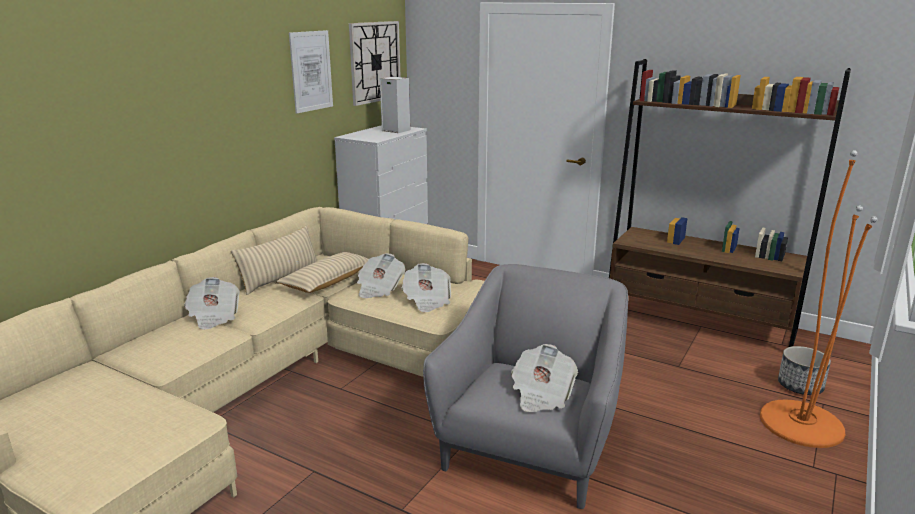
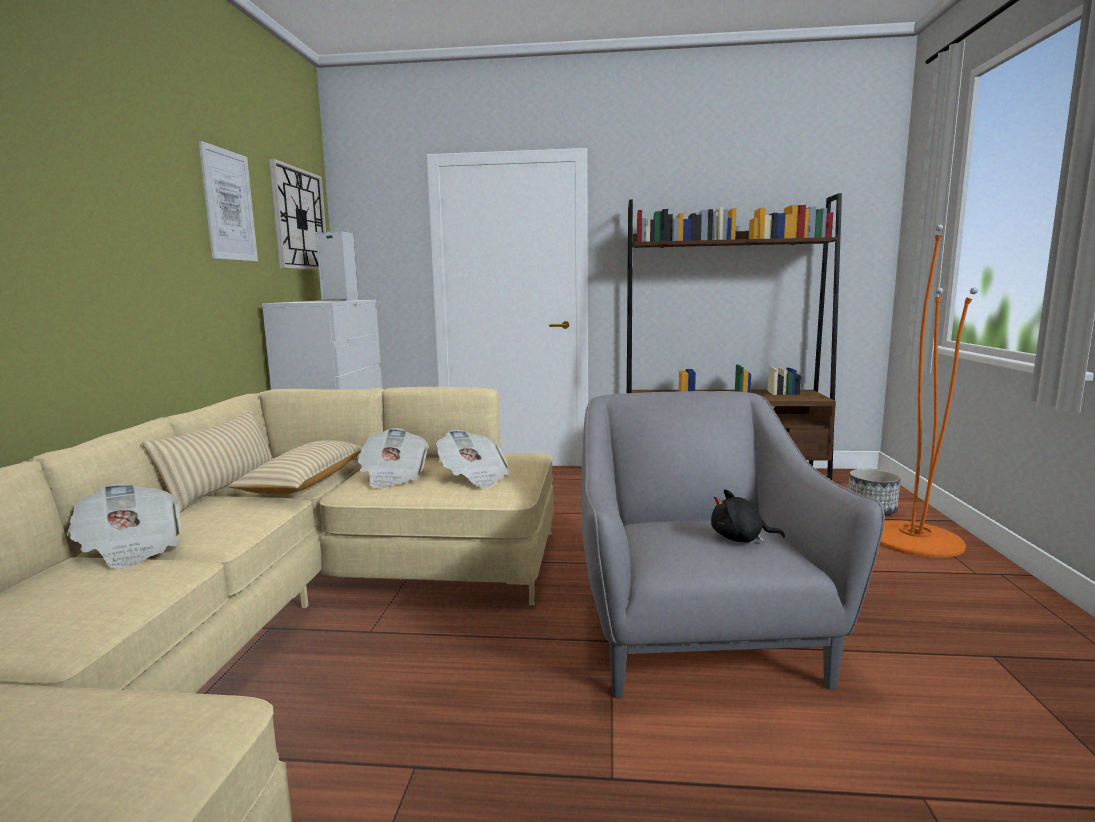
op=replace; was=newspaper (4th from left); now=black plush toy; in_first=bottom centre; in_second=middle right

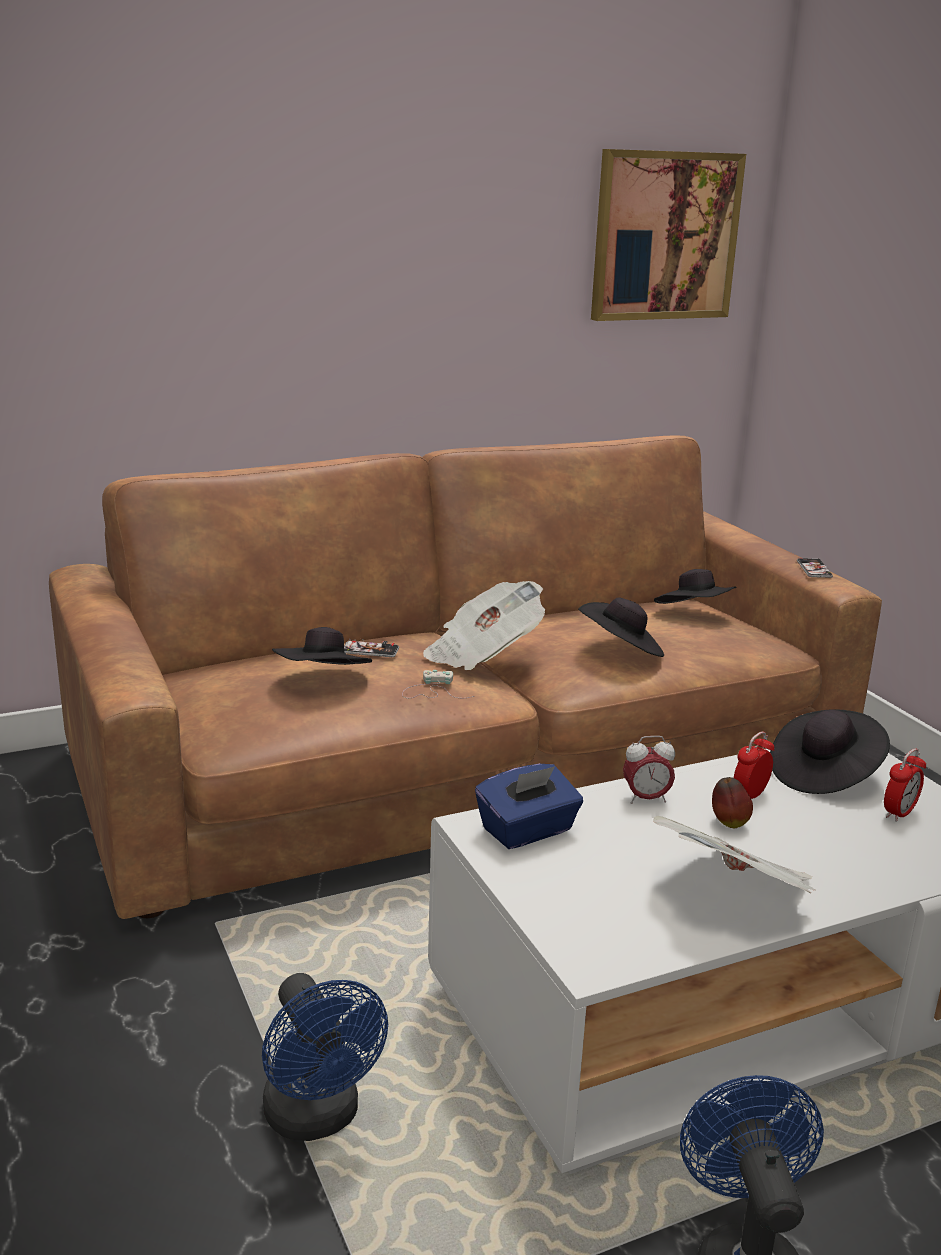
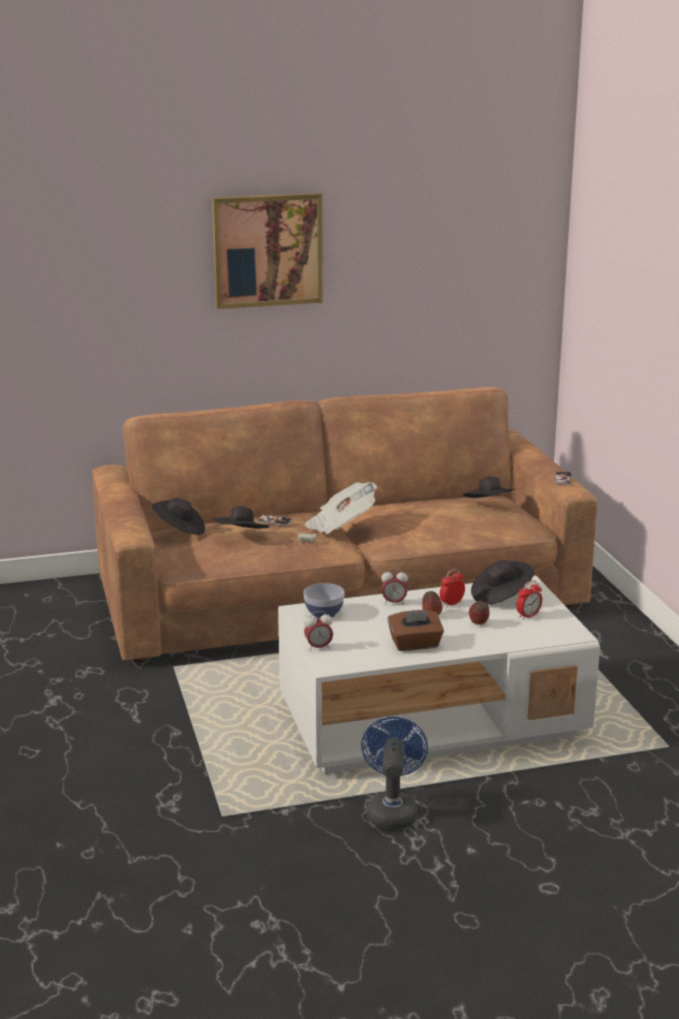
op=move; was=black hat (2nd from left in the first image); now=black hat (1st from left); in_first=centre; in_second=middle left
op=move; was=picture; in_first=top right; in_second=top centre
op=replace; was=blue tissue box; now=bowl; in_first=centre; in_second=centre
op=insert; now=alarm clock (1st from left); in_second=centre
op=replace; was=newspaper (2nd from left); now=brown tissue box; in_first=bottom right; in_second=centre
op=insert; now=apple (2nd from left); in_second=middle right
op=delete; was=blue fan (1st from left); in_first=bottom centre

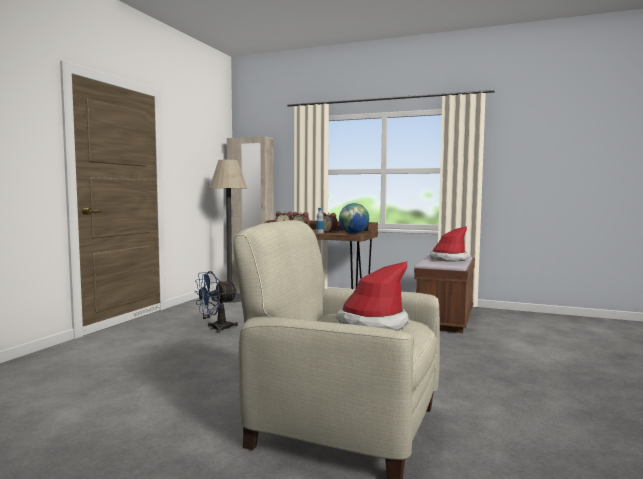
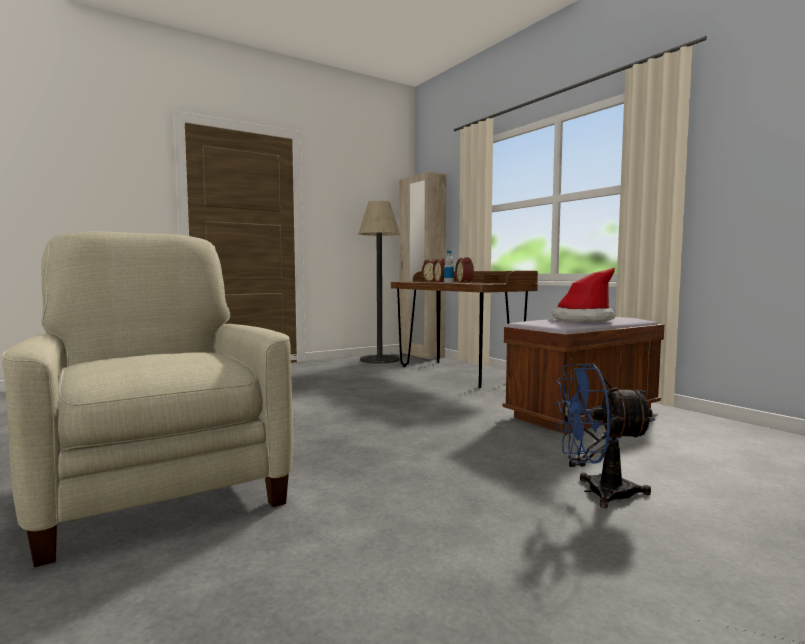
op=move; was=blue fan; in_first=centre; in_second=bottom right
op=delete; was=hat (1st from left); in_first=centre
op=delete; was=globe; in_first=centre

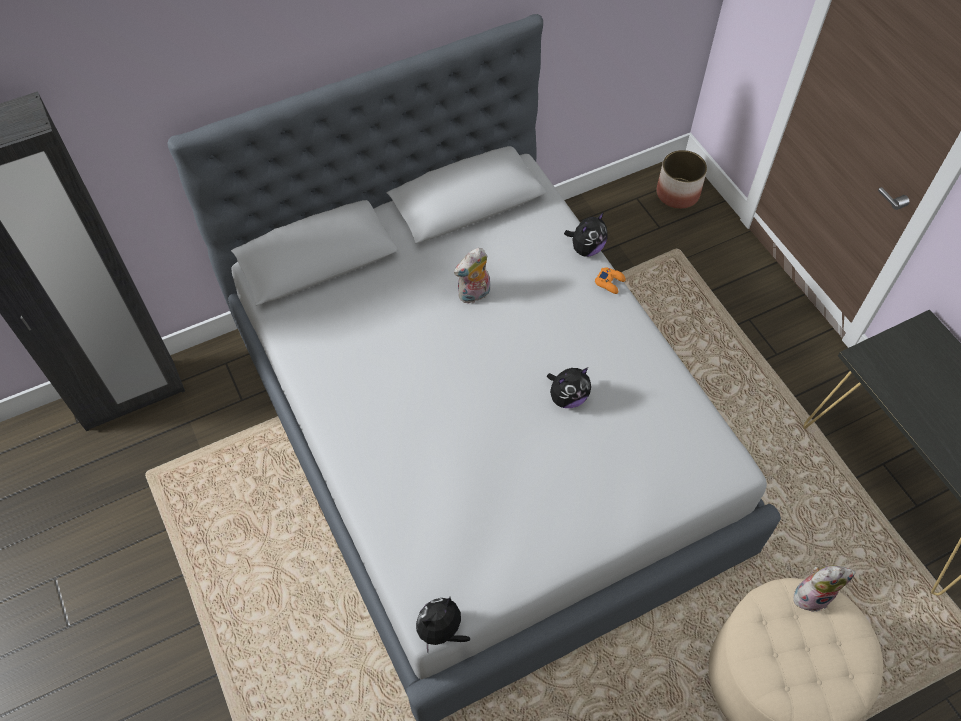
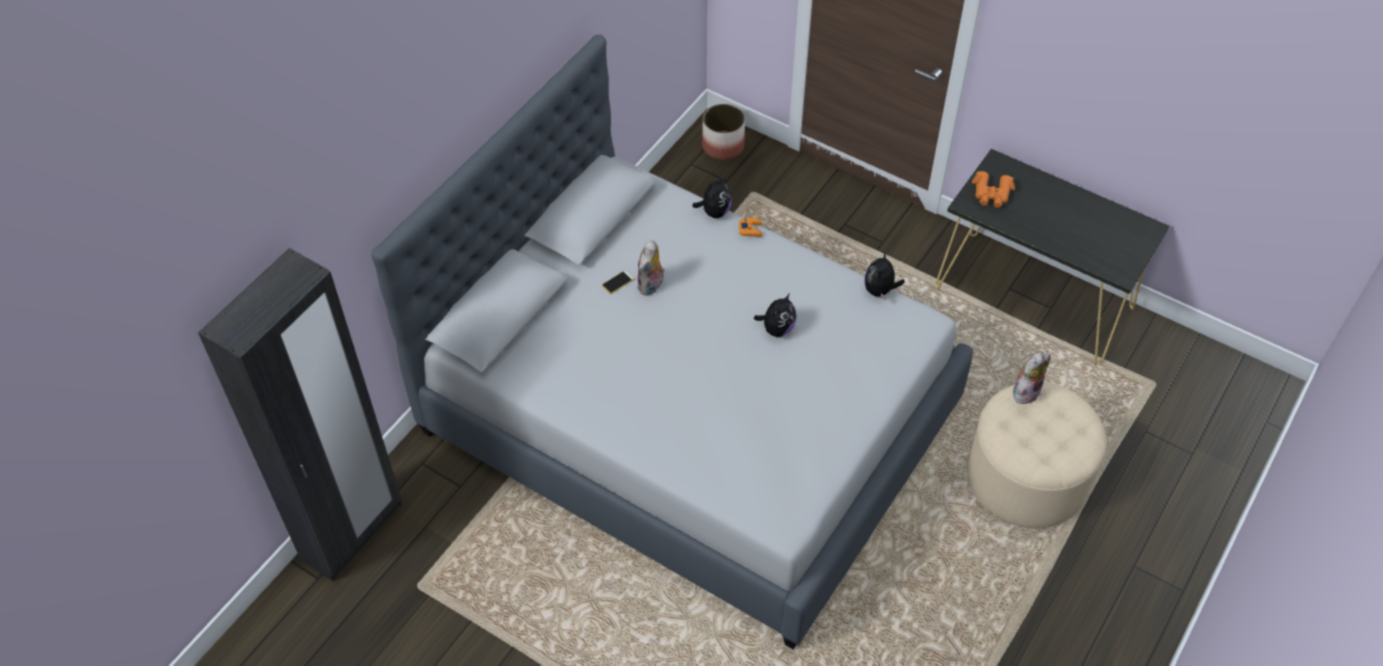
op=insert; now=phone; in_second=centre
op=move; was=plush toy (1st from left in the first image); now=plush toy (4th from left); in_first=bottom centre; in_second=centre
op=insert; now=orange binoculars; in_second=top right

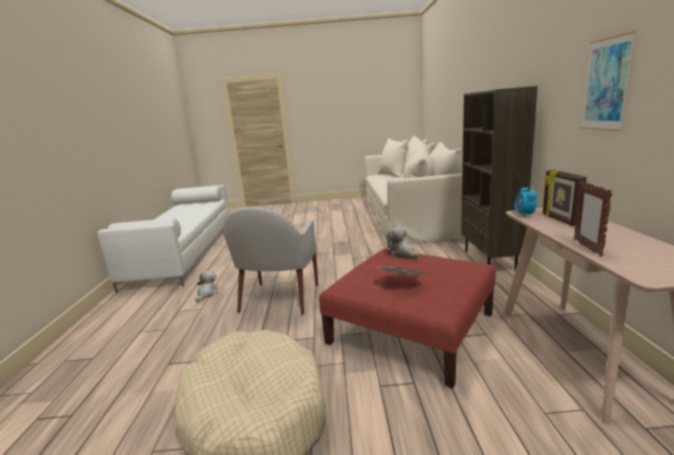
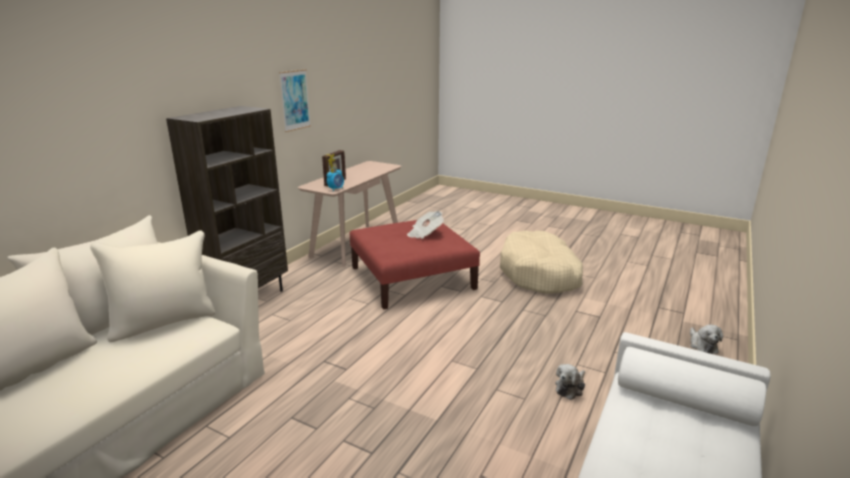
op=move; was=plush toy (2nd from left); in_first=centre; in_second=bottom right
op=delete; was=white armchair; in_first=centre
op=delete; was=picture frame (2nd from left); in_first=middle right

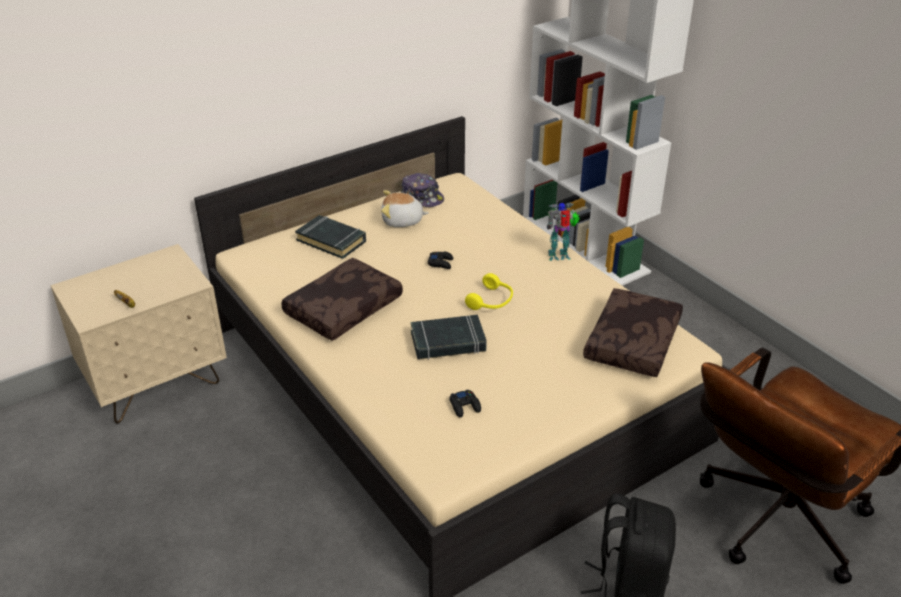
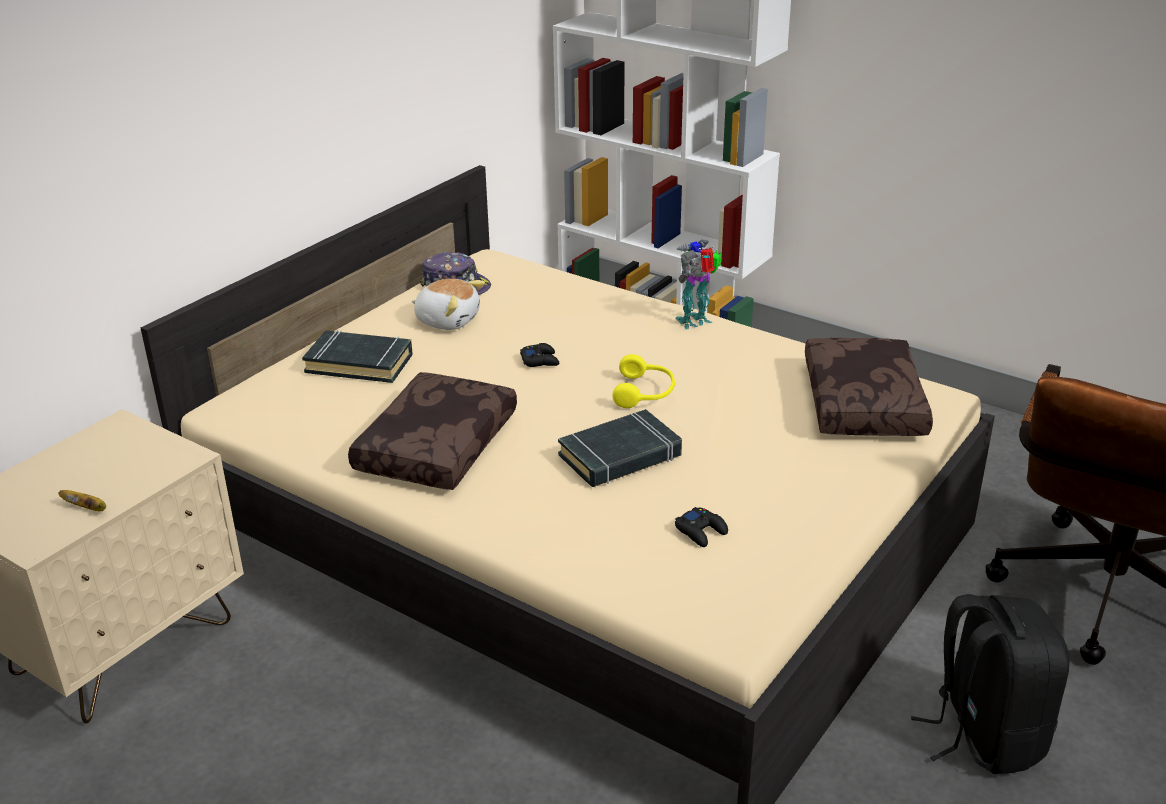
op=rotate; was=plush toy; in_first=centre; in_second=centre; clockwise=-135

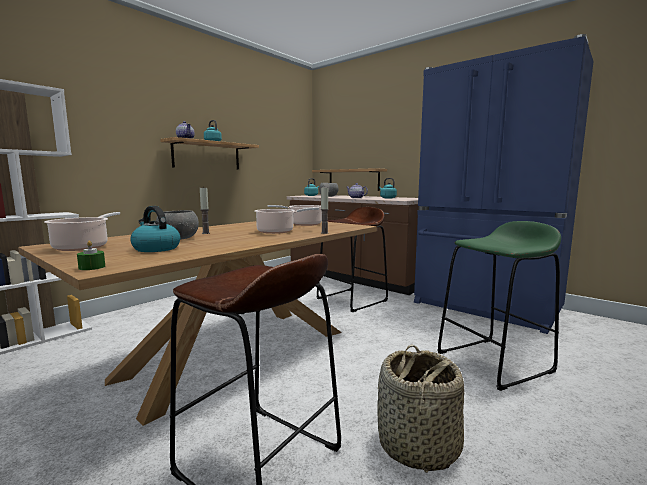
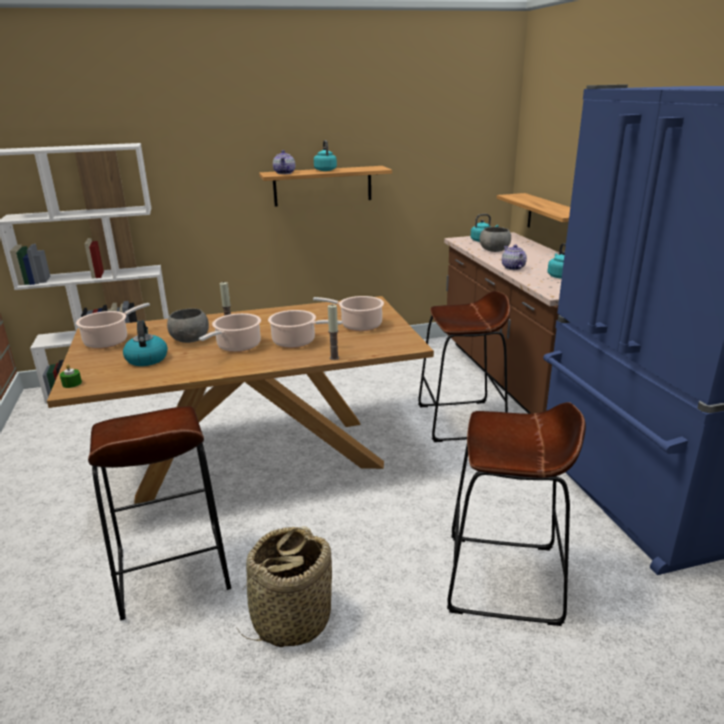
op=insert; now=cooking pot (2nd from left); in_second=middle left
op=recolor; was=green stool; now=brown stool (3rd from left); in_first=middle right; in_second=bottom right

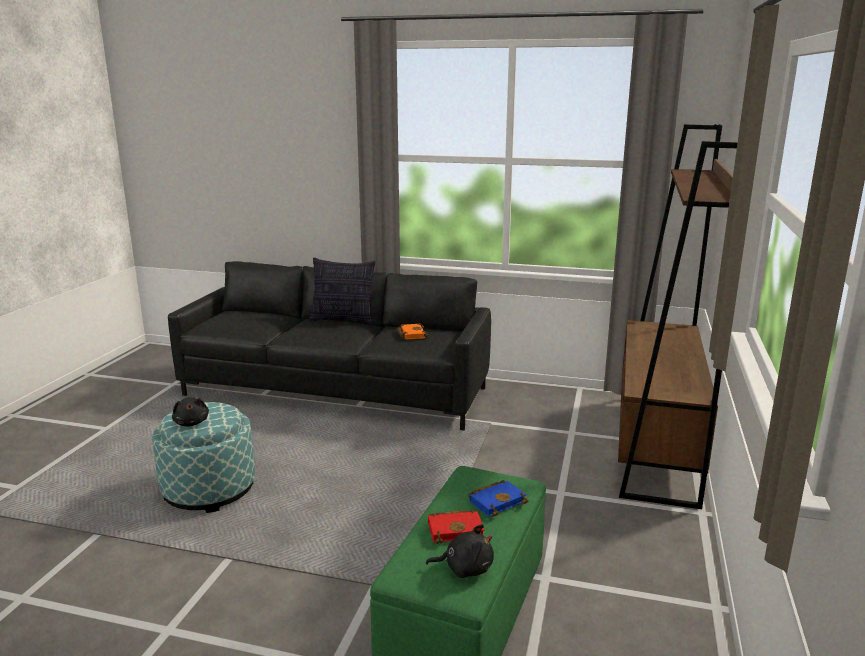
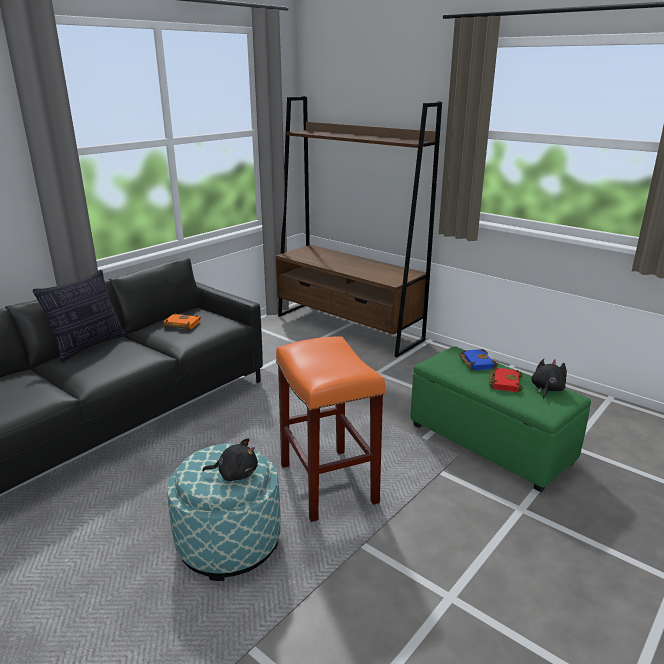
op=insert; now=orange stool; in_second=centre

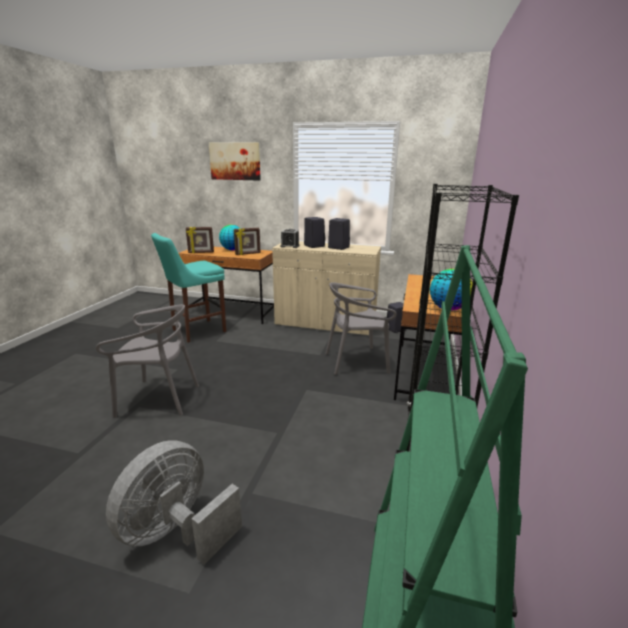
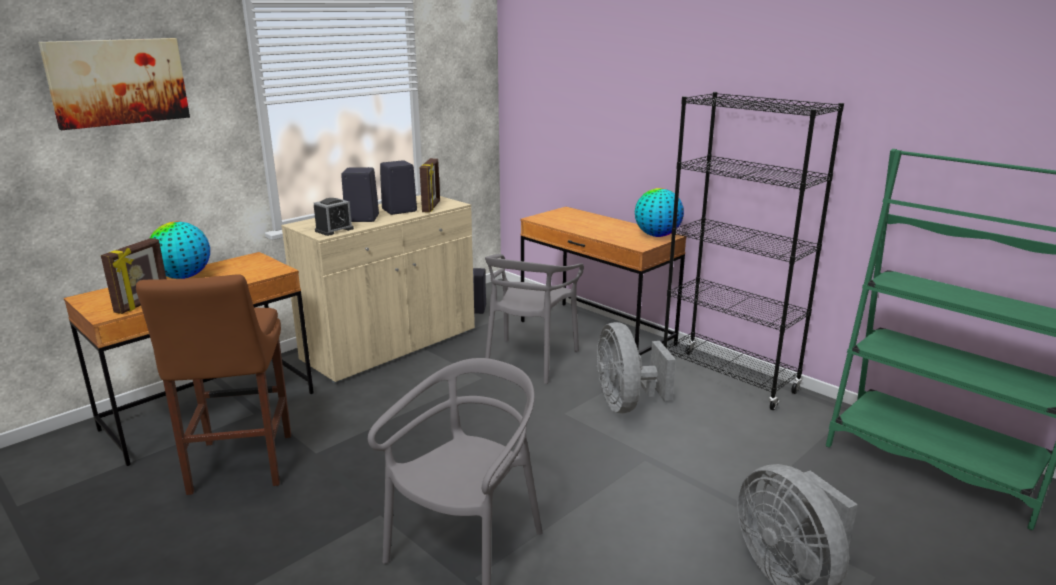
op=recolor; was=turquoise stool; now=brown stool; in_first=middle left; in_second=middle left
op=move; was=picture frame (2nd from left); in_first=centre; in_second=top centre
op=insert; now=grey fan (1st from left); in_second=centre

